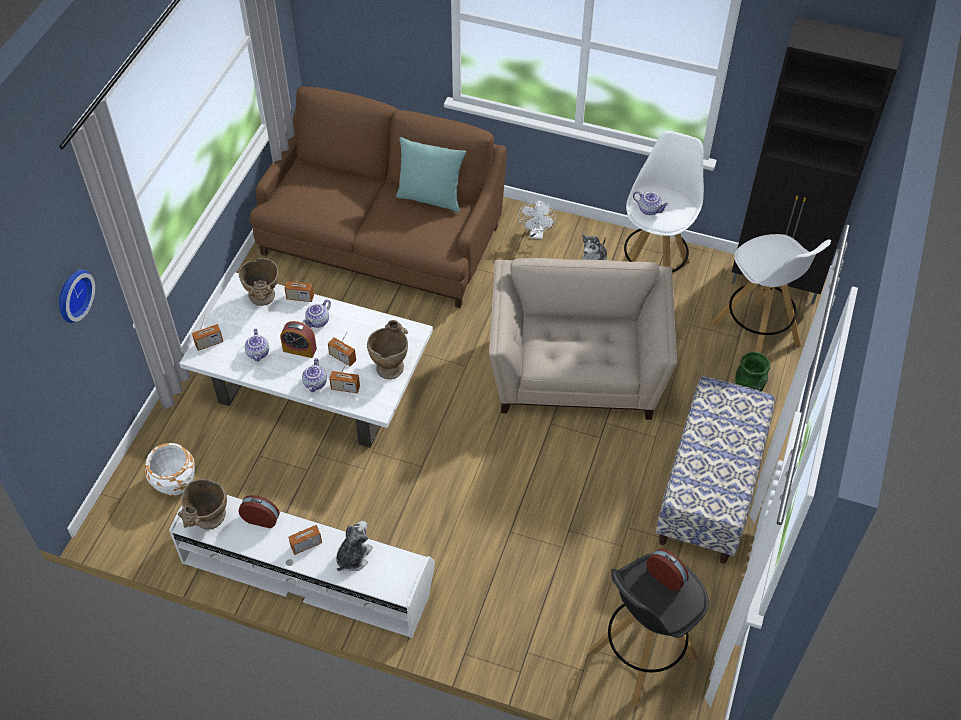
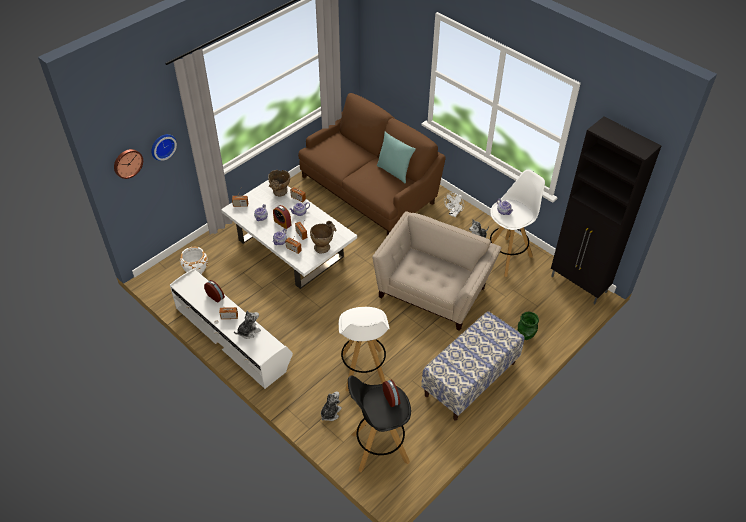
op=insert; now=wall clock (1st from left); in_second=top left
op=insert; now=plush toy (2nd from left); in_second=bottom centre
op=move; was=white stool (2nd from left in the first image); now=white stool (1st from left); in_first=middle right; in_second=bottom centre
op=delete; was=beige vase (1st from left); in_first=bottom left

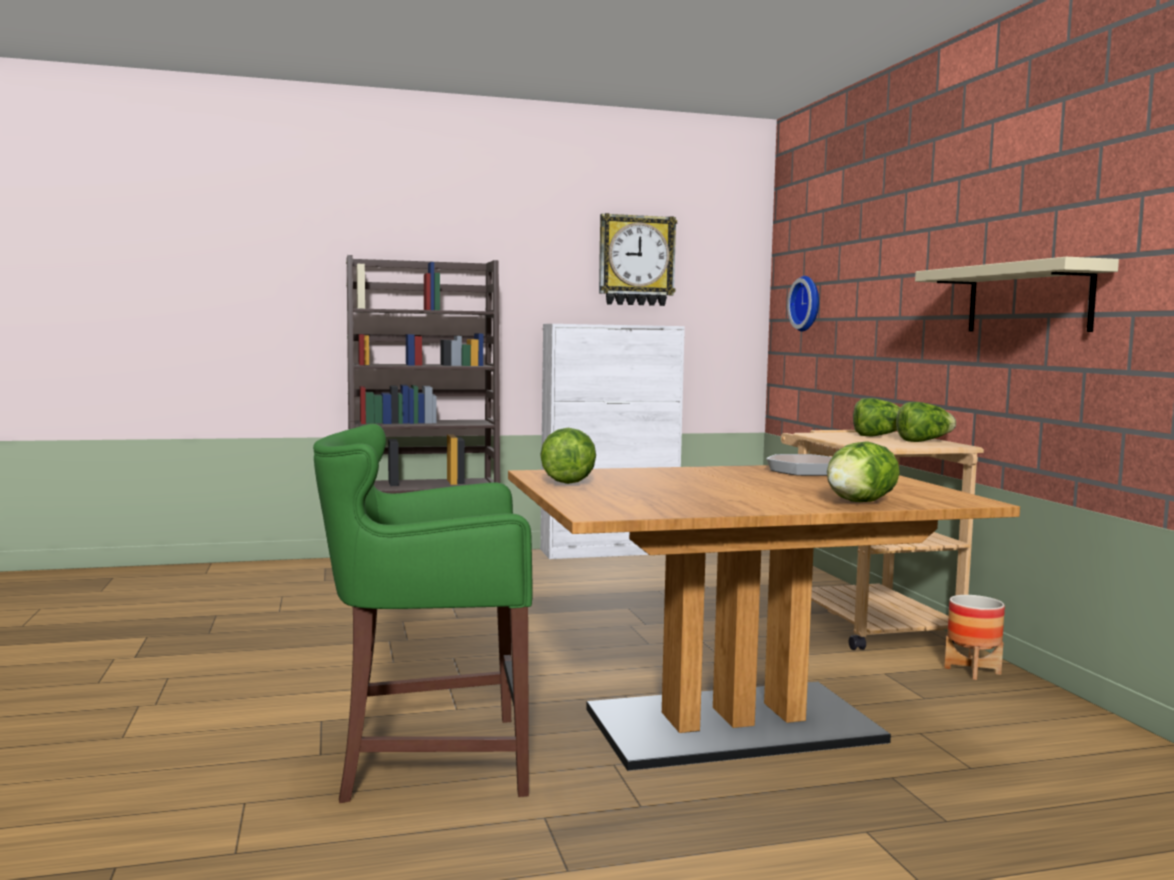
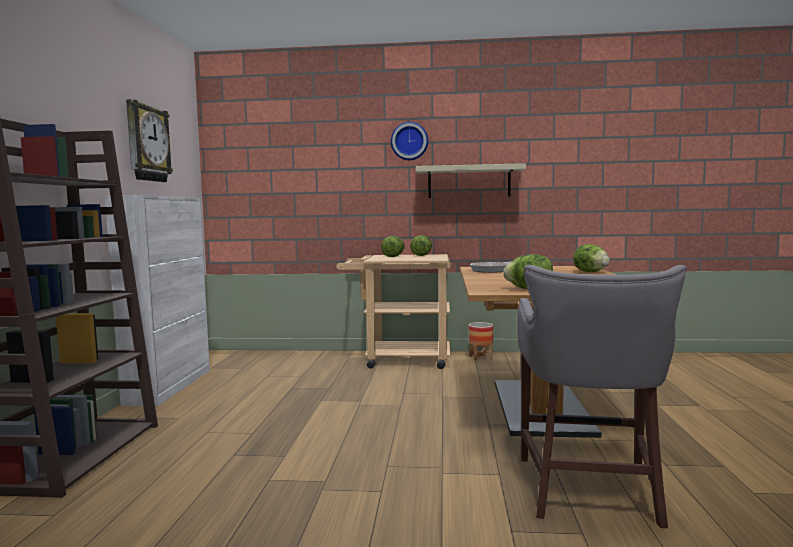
op=move; was=wall clock (2nd from left); in_first=middle right; in_second=top centre
op=recolor; was=green stool; now=grey stool; in_first=bottom centre; in_second=bottom right

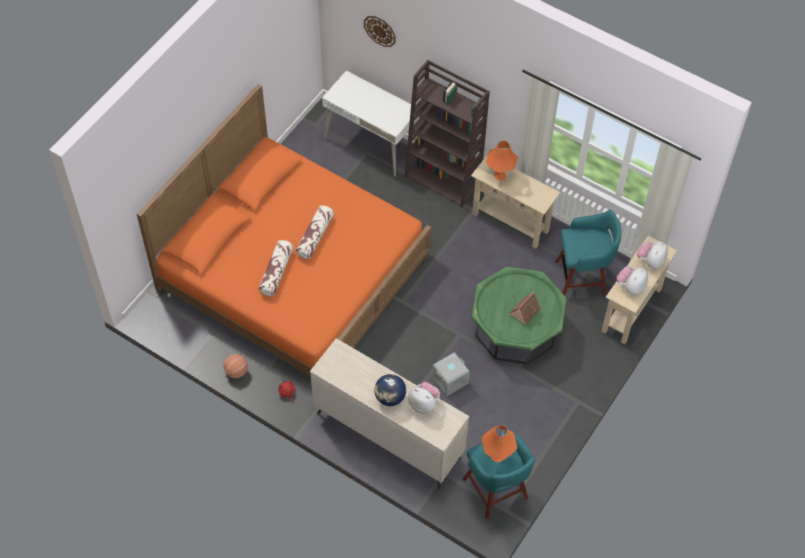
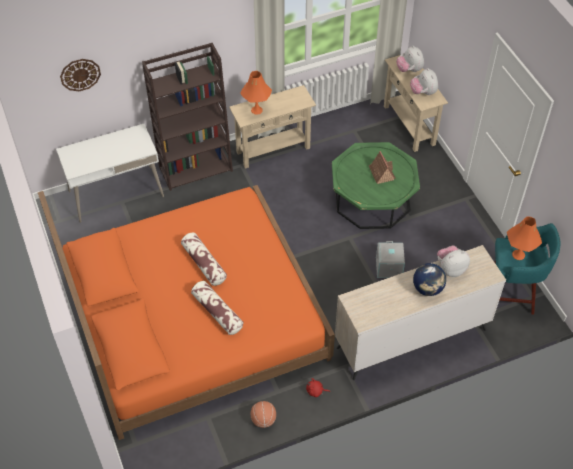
op=delete; was=turquoise stool (2nd from left); in_first=middle right

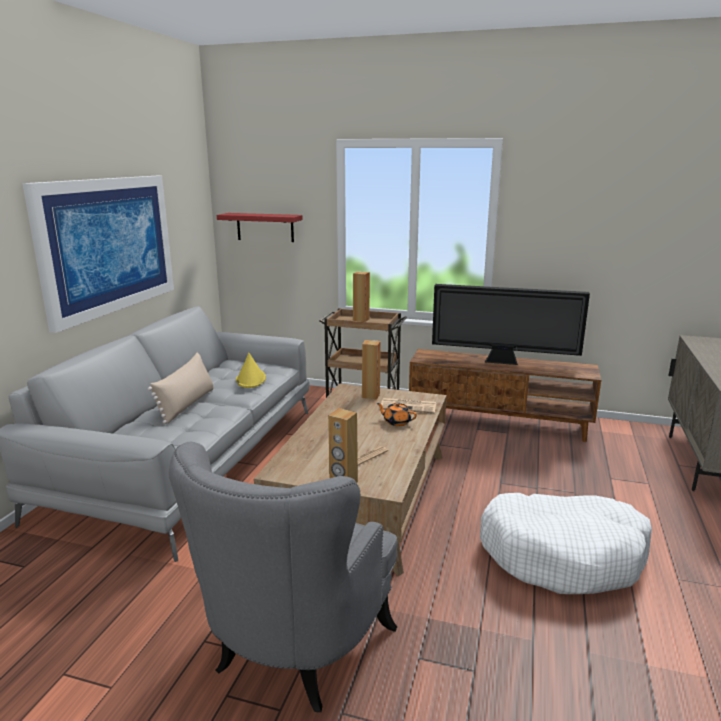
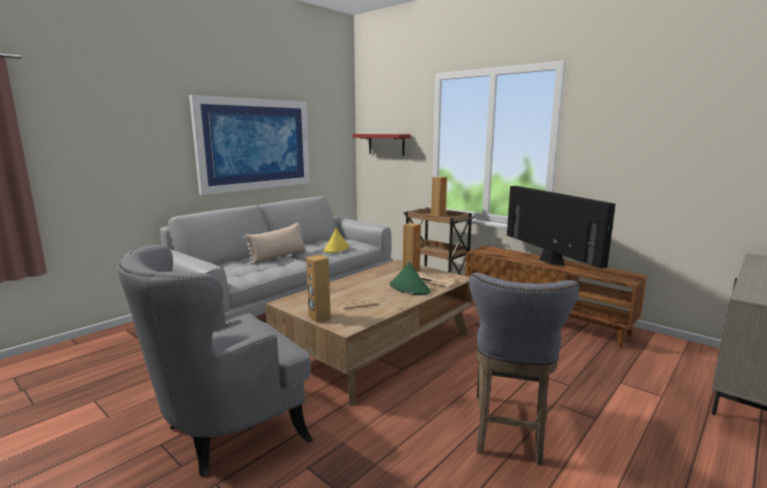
op=replace; was=orange teapot; now=green hat; in_first=centre; in_second=centre
op=replace; was=white dog bed; now=grey stool; in_first=bottom right; in_second=bottom right
op=rotate; was=television; in_first=middle right; in_second=middle right; clockwise=-150

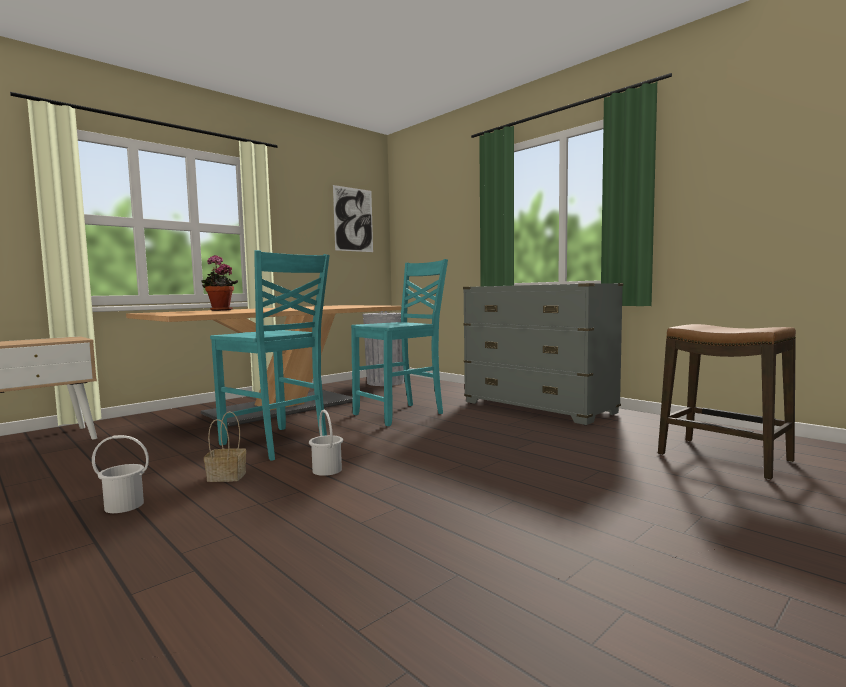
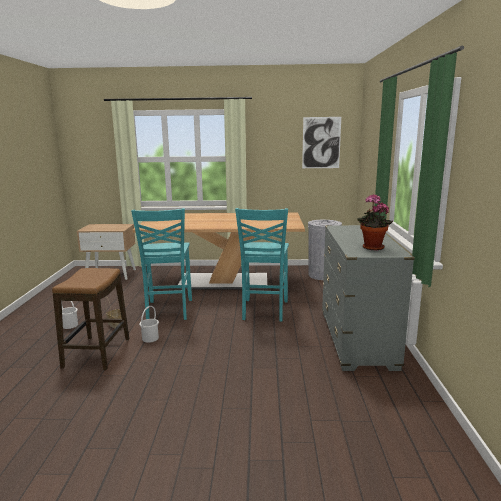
op=move; was=stool; in_first=middle right; in_second=middle left
op=rotate; was=turquoise chair (2nd from left); in_first=centre; in_second=centre; clockwise=90
op=move; was=potted plant; in_first=middle left; in_second=middle right

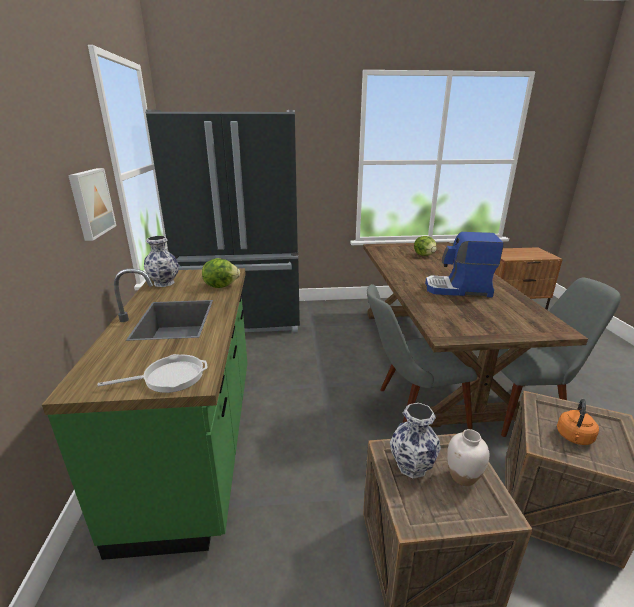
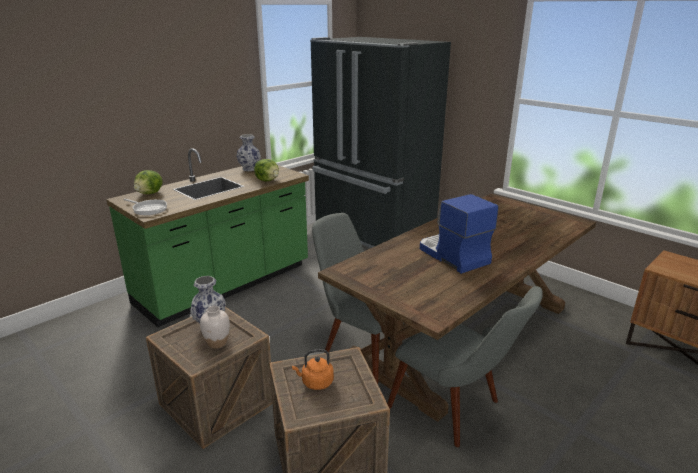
op=move; was=lettuce (2nd from left in the first image); now=lettuce (1st from left); in_first=middle right; in_second=middle left
op=delete; was=picture; in_first=middle left

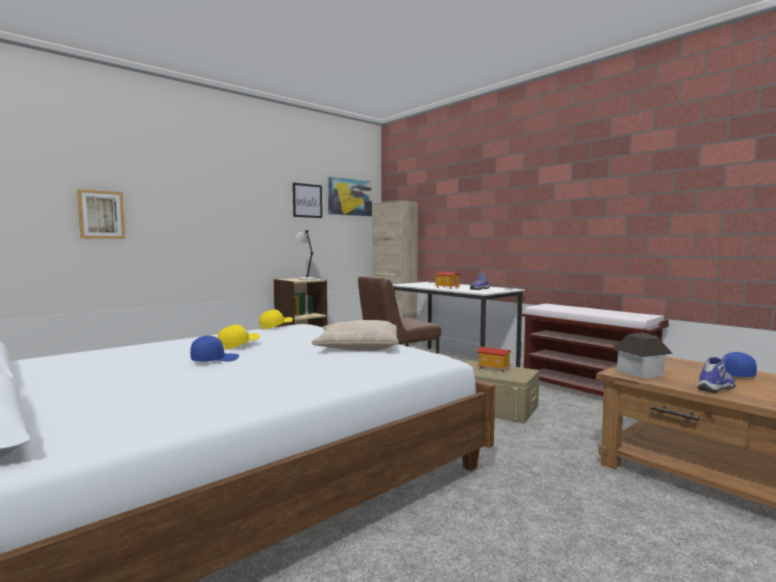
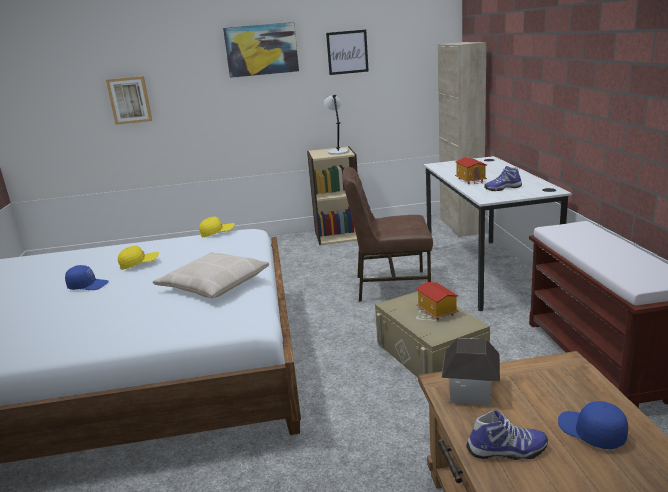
op=move; was=picture (3rd from left in the first image); now=picture (2nd from left); in_first=centre; in_second=top centre

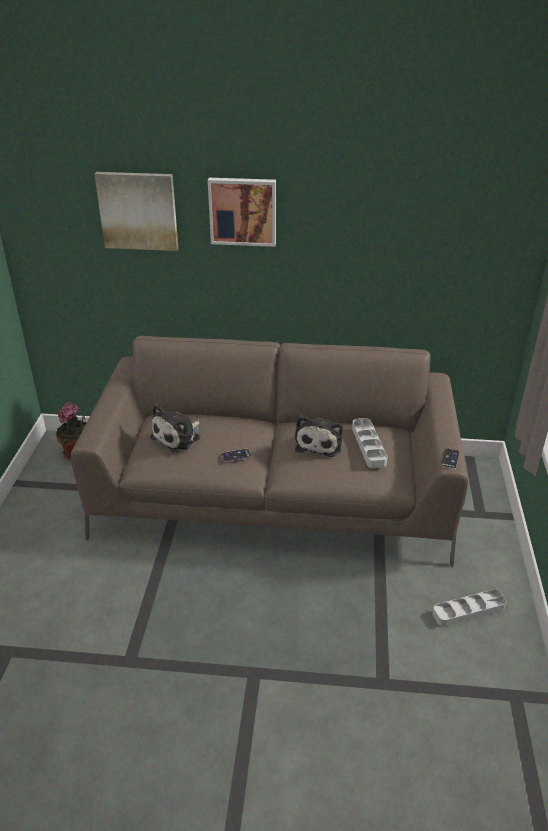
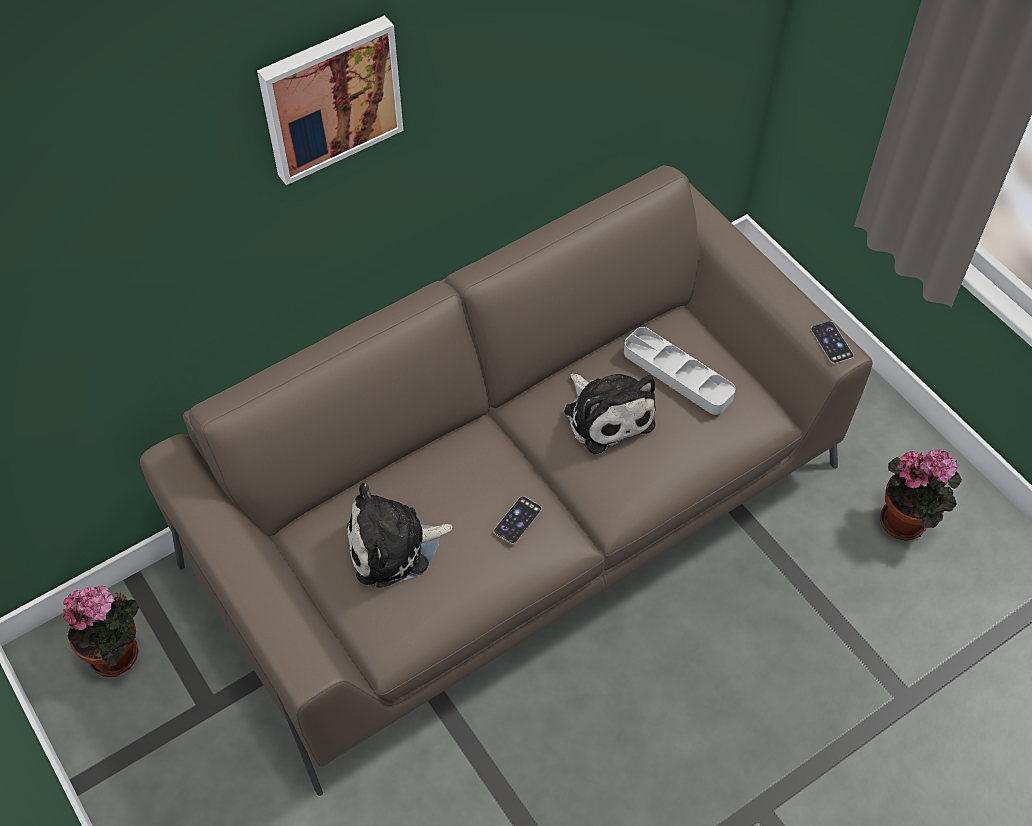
op=rotate; was=plush toy (1st from left); in_first=middle left; in_second=centre; clockwise=75
op=replace; was=grey tray (2nd from left); now=potted plant (2nd from left); in_first=bottom right; in_second=middle right
op=delete; was=picture (1st from left); in_first=top left

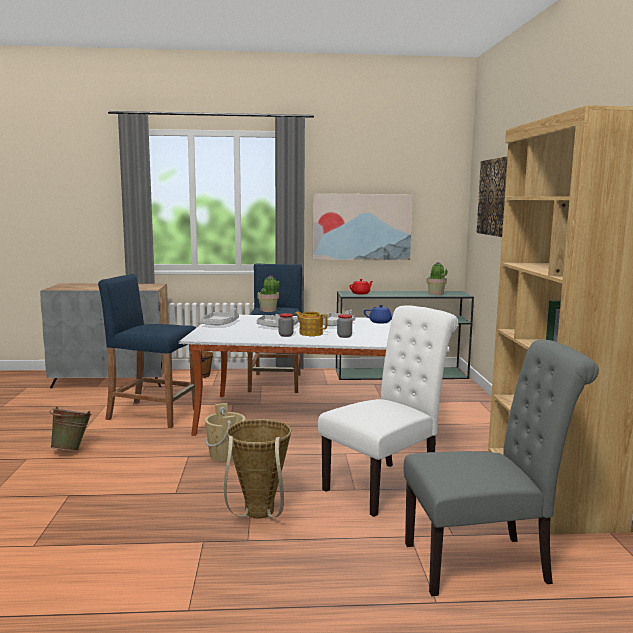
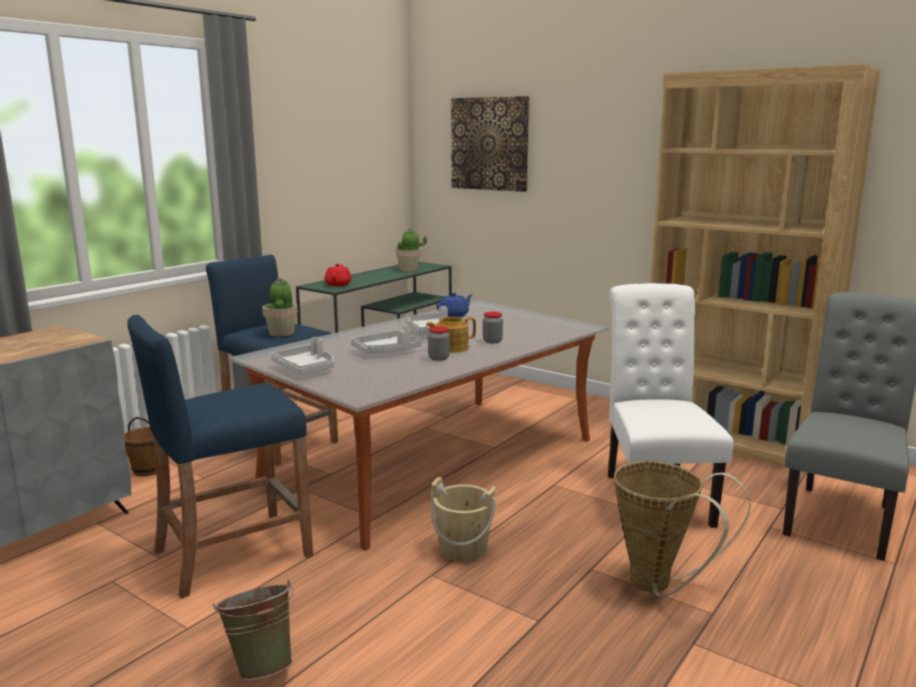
op=delete; was=picture (1st from left); in_first=centre

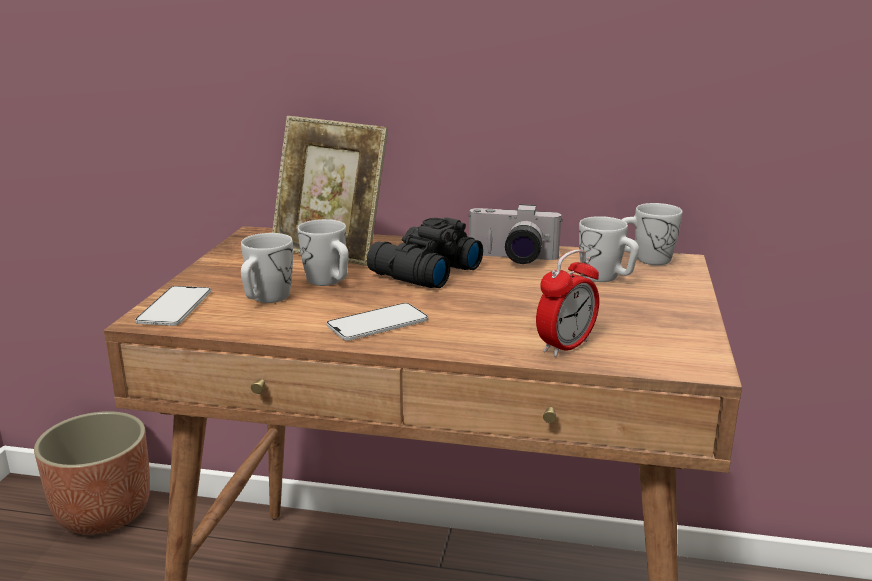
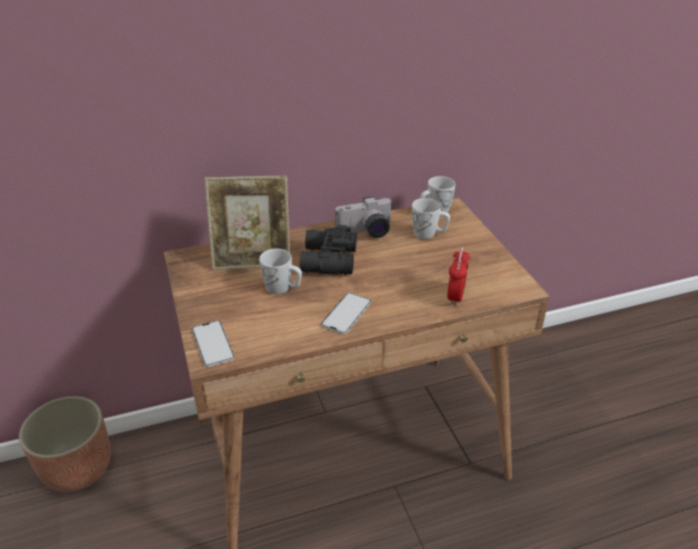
op=delete; was=white mug (1st from left); in_first=middle left

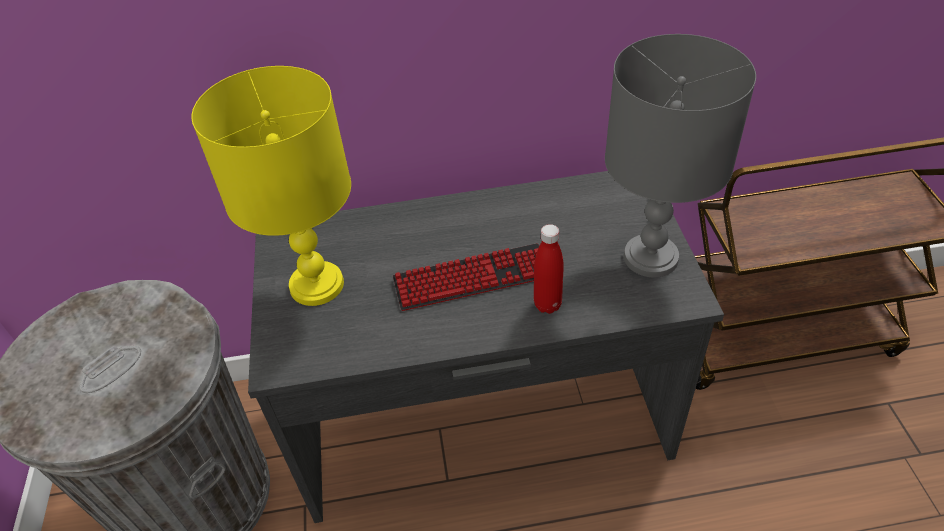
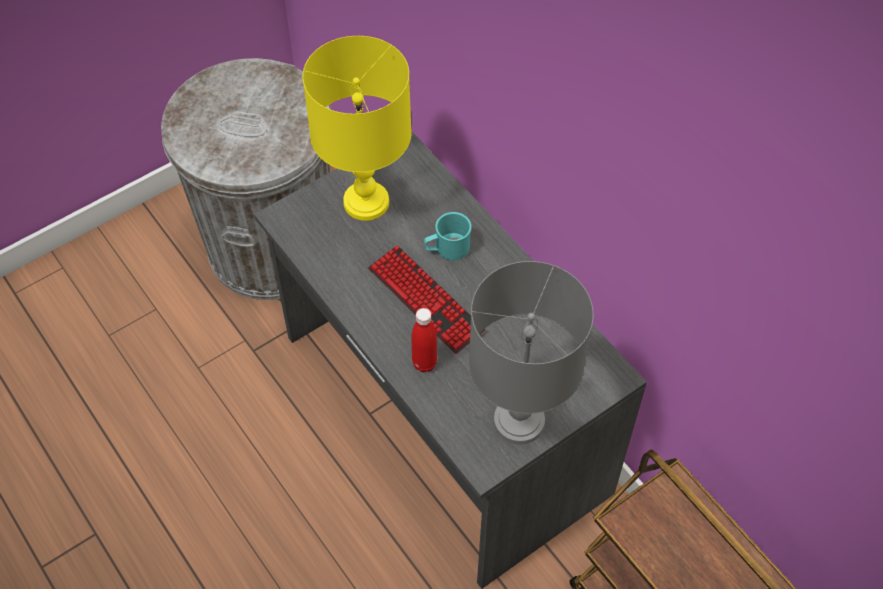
op=insert; now=turquoise mug; in_second=centre

